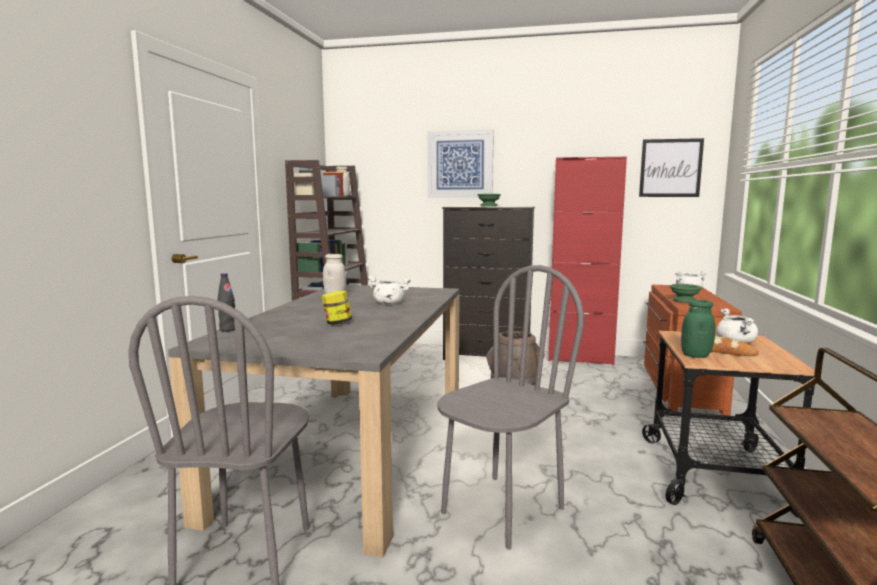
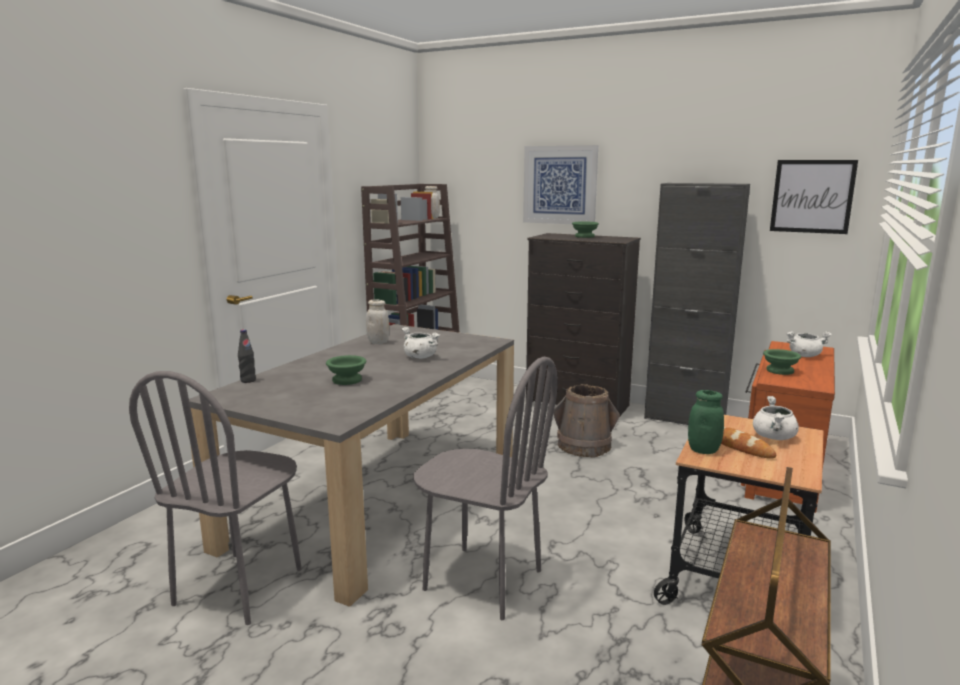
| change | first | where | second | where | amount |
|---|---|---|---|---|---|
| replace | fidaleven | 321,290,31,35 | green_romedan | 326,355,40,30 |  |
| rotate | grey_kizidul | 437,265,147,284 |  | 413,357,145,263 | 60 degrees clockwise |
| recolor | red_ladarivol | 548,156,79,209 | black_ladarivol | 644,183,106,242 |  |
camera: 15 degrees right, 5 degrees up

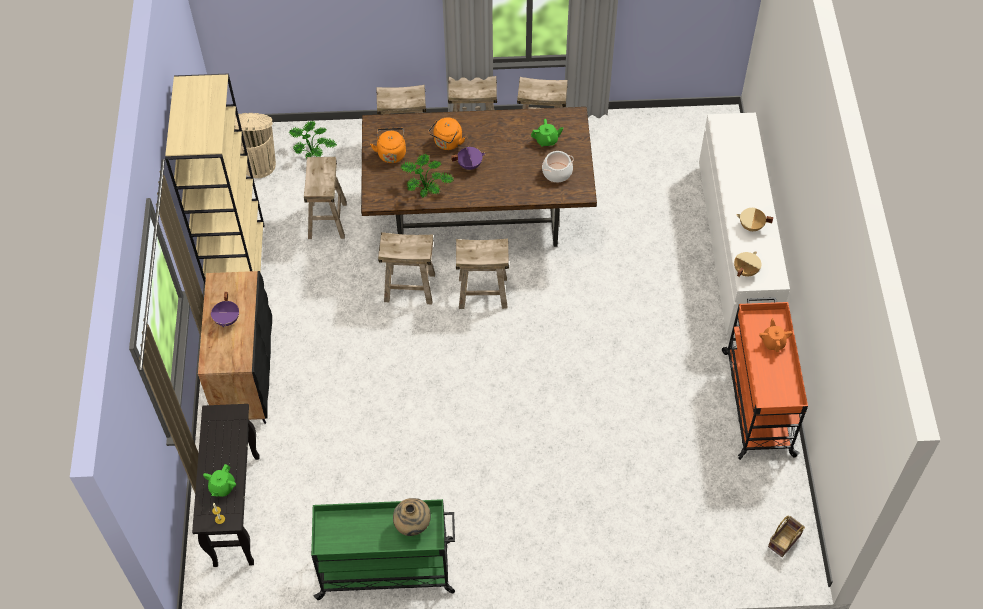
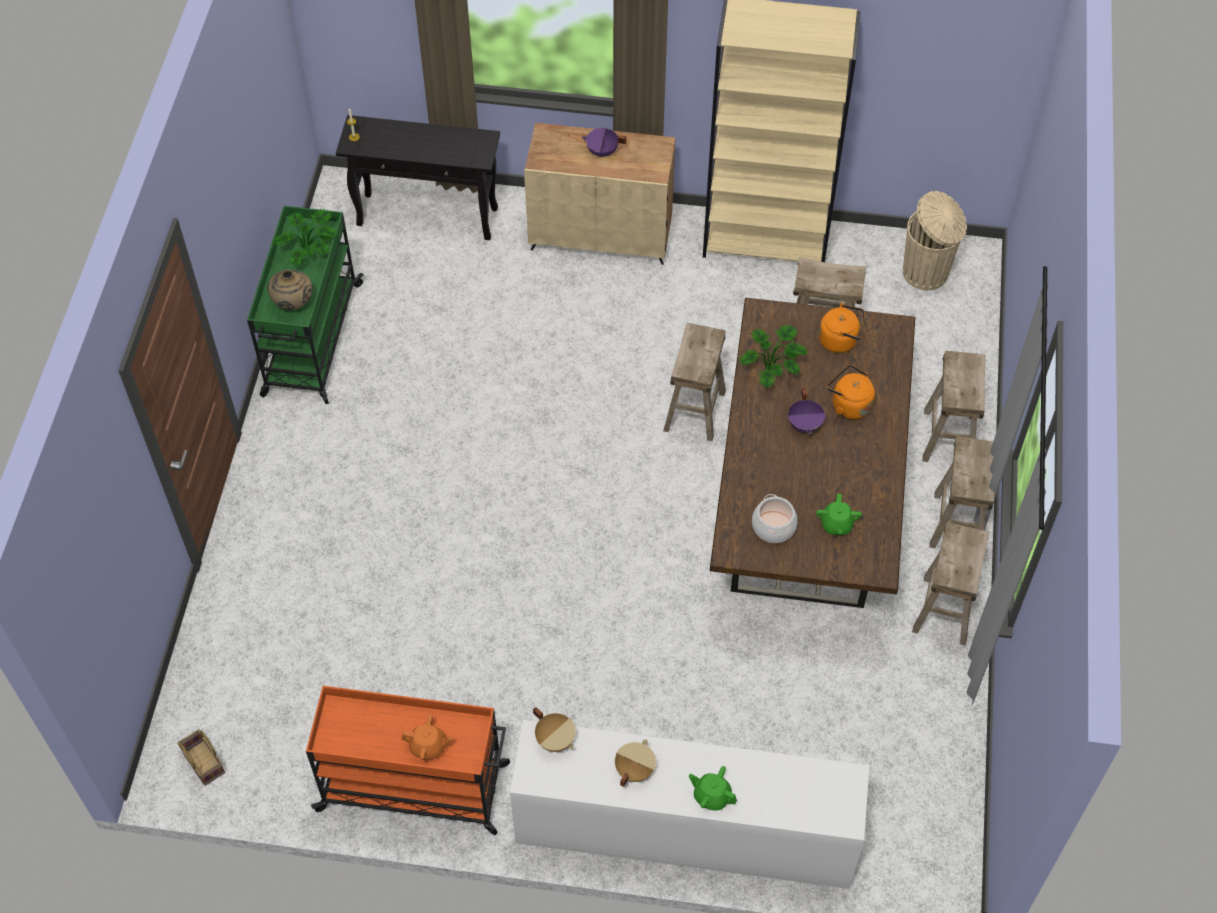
| change | first | where | second | where | amount |
|---|---|---|---|---|---|
| move | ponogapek | 289,121,48,38 |  | 273,208,64,59 |  |
| recolor | black_ladarivol | 198,271,74,153 | beige_ladarivol | 524,123,151,142 |  |
| move | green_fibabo | 203,464,33,33 |  | 689,766,48,45 |  |
| delete | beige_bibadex | 456,239,53,70 |  |  |  |
camera: 100 degrees right, 0 degrees up

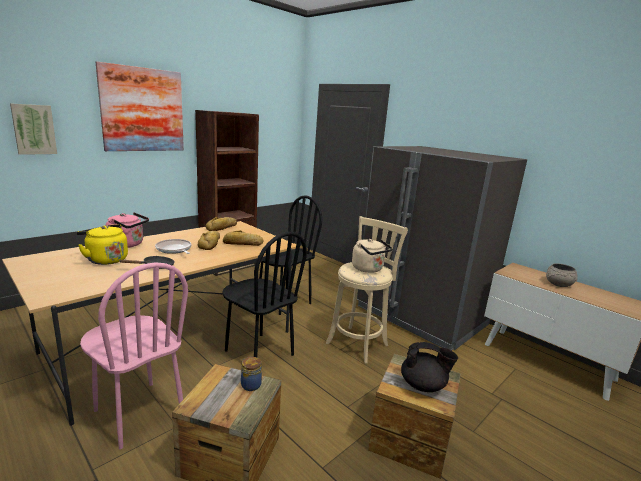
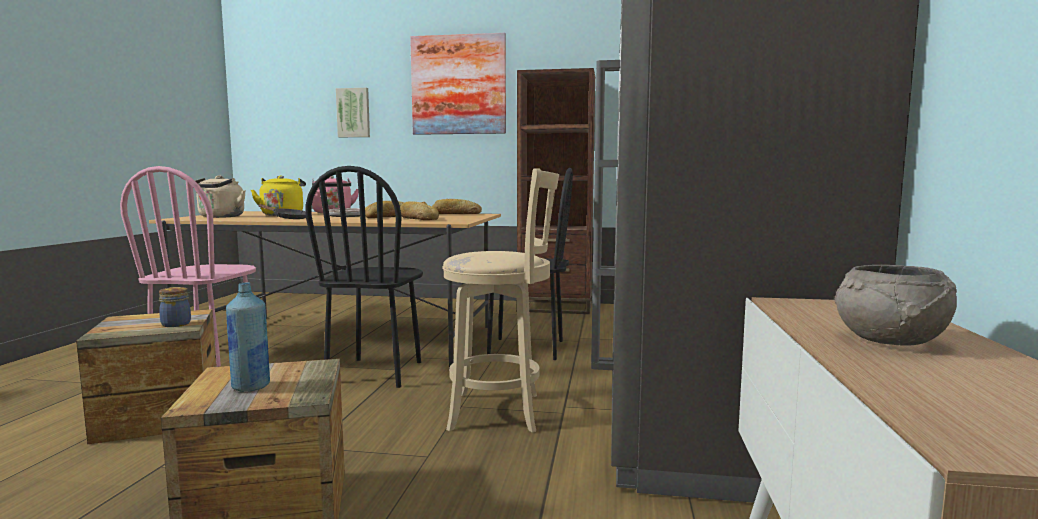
| change | first | where | second | where | amount |
|---|---|---|---|---|---|
| move | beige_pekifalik | 352,239,41,34 |  | 195,175,51,43 |  |
| replace | black_fibabo | 401,342,57,50 | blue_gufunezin | 226,282,44,110 |  |
camera: 55 degrees right, 10 degrees down

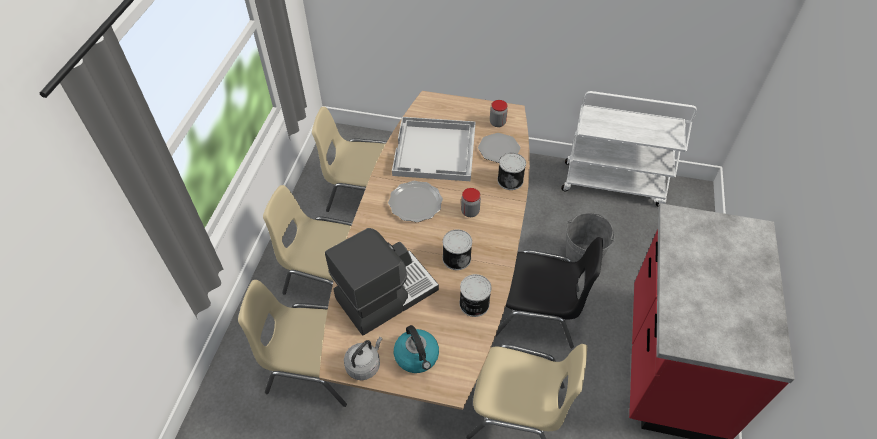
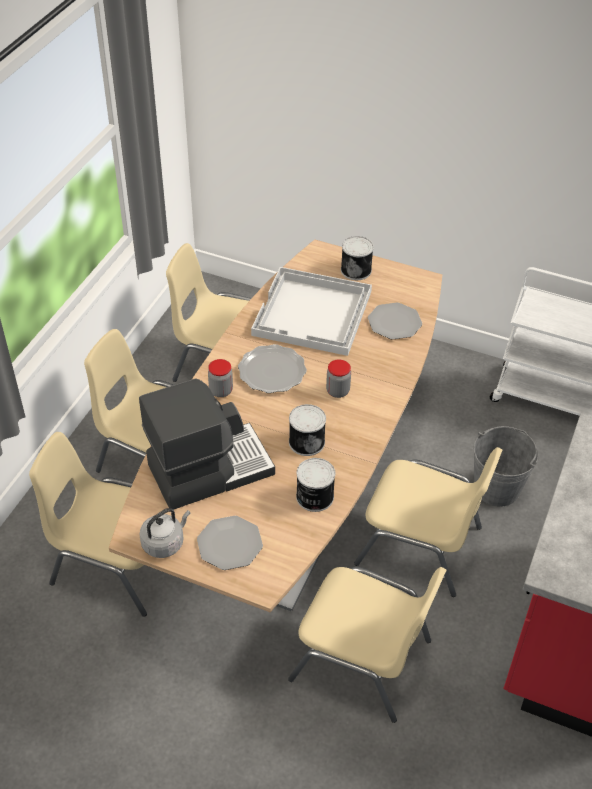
| change | first | where | second | where | amount |
|---|---|---|---|---|---|
| replace | pekifalik | 394,325,45,48 | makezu | 197,516,66,54 |  |
| move | fidaleven | 490,100,18,27 |  | 208,359,25,38 |  |
| move | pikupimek | 497,153,29,37 |  | 341,236,33,44 |  |
| recolor | black_kizidul | 496,237,107,111 | beige_kizidul | 354,447,148,150 |  |
camera: 10 degrees right, 5 degrees down

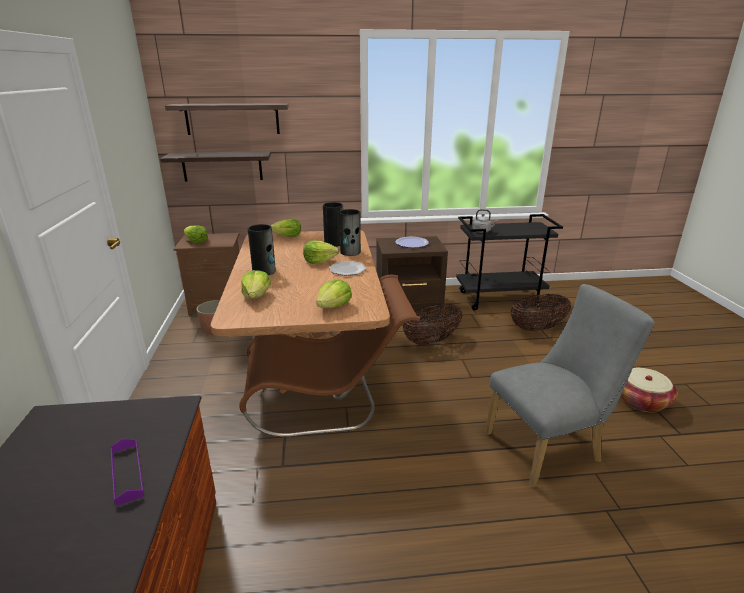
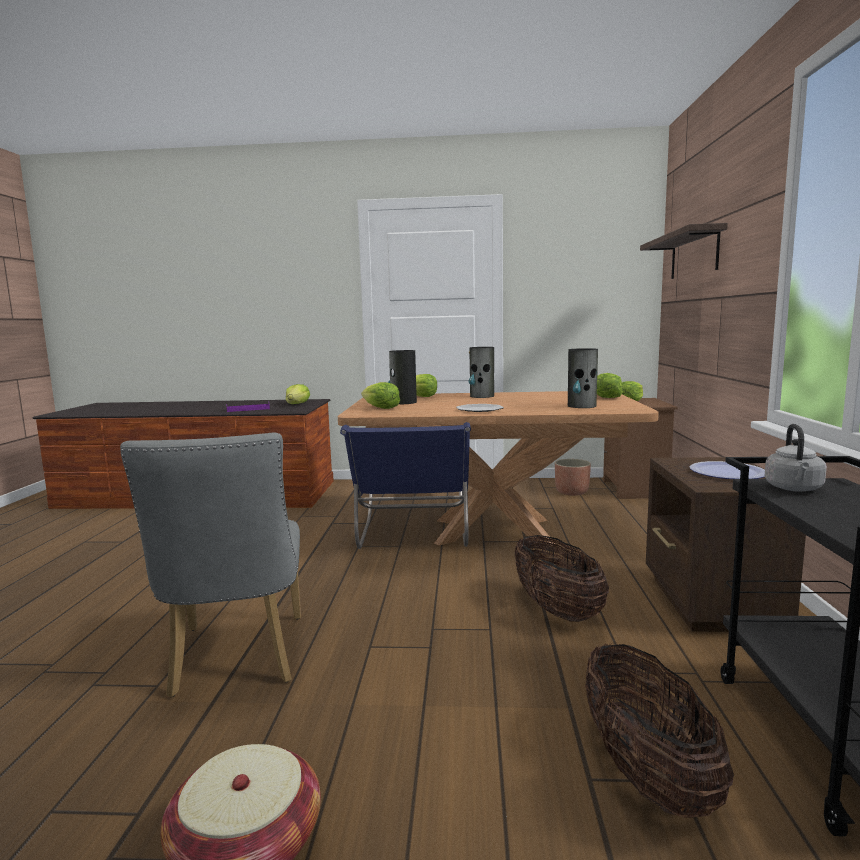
| change | first | where | second | where | amount |
|---|---|---|---|---|---|
| move | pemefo | 303,240,36,24 |  | 286,384,24,20 |  |
| recolor | brown_kizidul | 240,275,180,162 | blue_kizidul | 340,422,131,127 |  |
| move | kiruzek | 339,209,22,47 |  | 388,350,29,54 |  |
| delete | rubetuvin | 160,151,111,31 |  |  |  |
camera: 100 degrees right, 15 degrees down

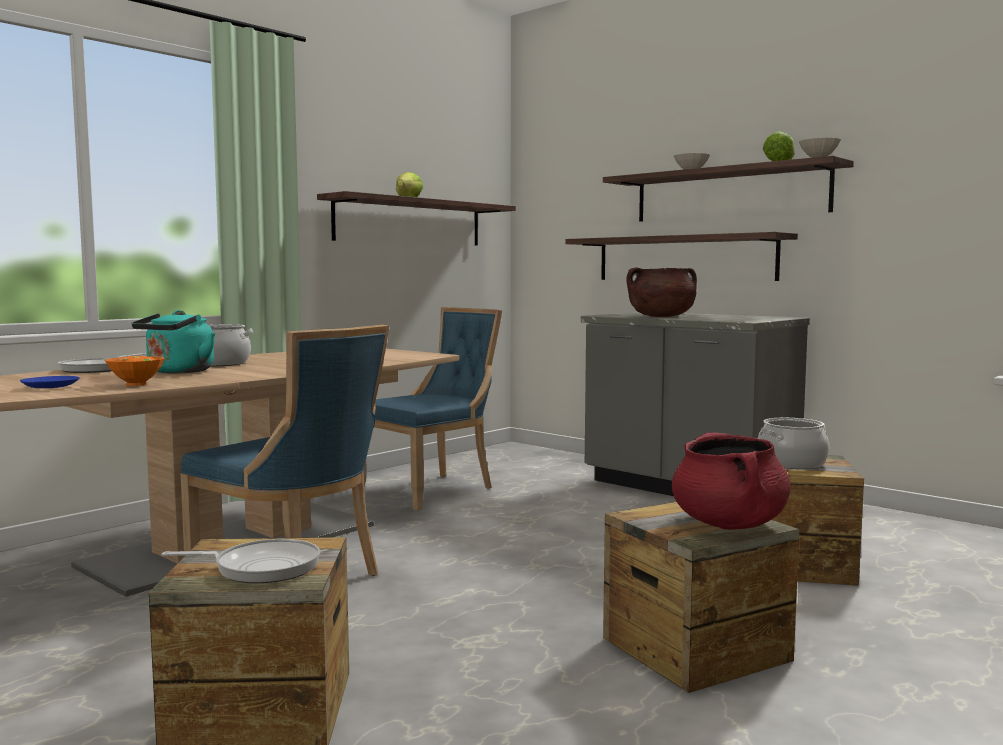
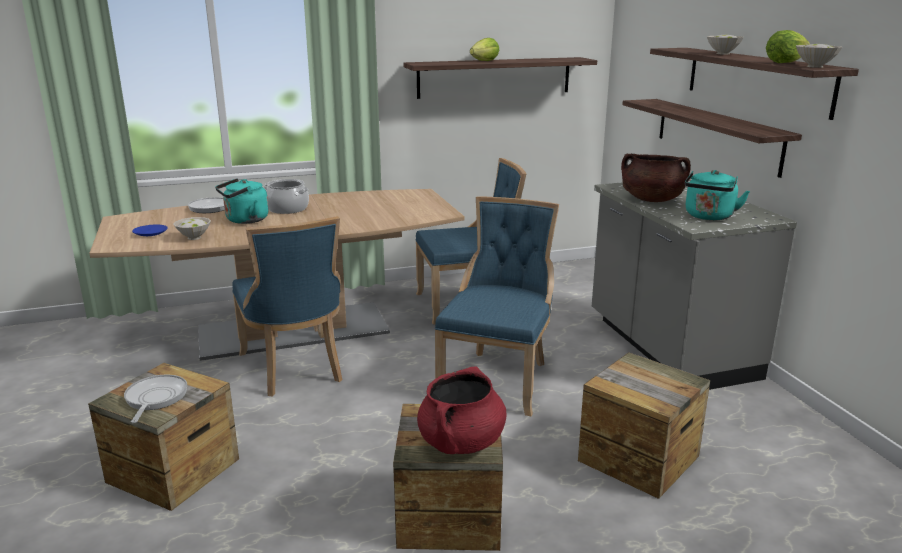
| change | first | where | second | where | amount |
|---|---|---|---|---|---|
| rotate | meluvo | 162,539,158,44 |  | 124,375,63,48 | 120 degrees counterclockwise |
| recolor | orange_romedan | 105,356,60,30 | white_romedan | 173,217,38,23 |  |
| insert |  |  | blue_kizidul | 435,196,124,220 |  |
| insert |  |  | turquoise_pekifalik | 685,170,65,50 |  |
| delete | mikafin | 758,418,71,51 |  |  |  |
camera: 30 degrees right, 15 degrees up

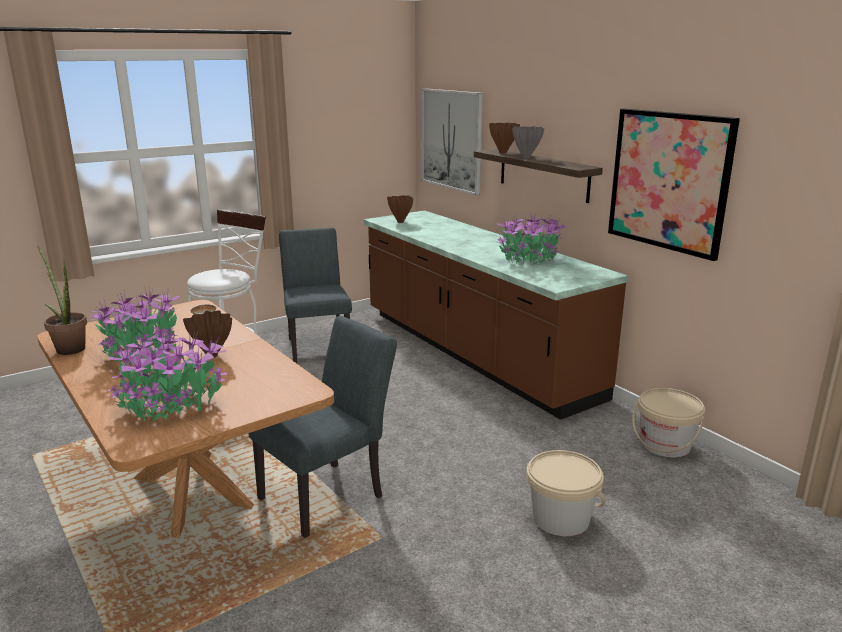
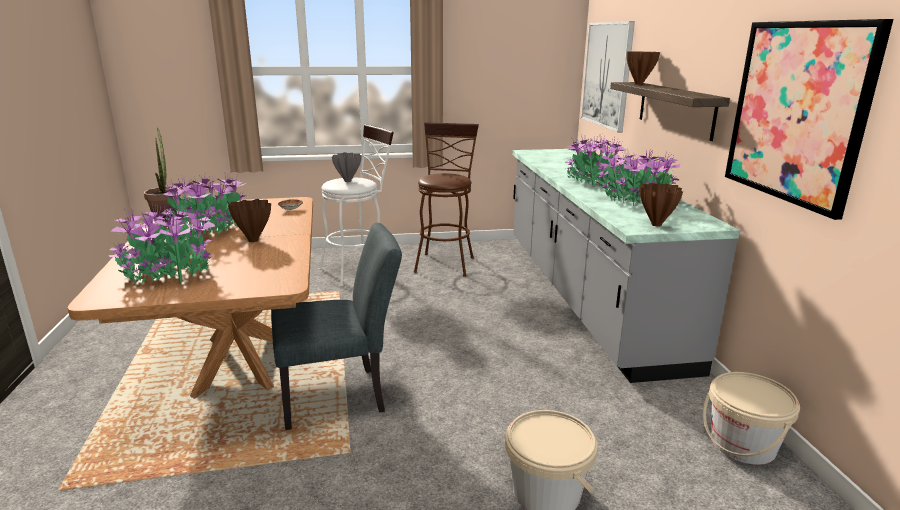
| change | first | where | second | where | amount |
|---|---|---|---|---|---|
| move | grey_kiruzek | 512,126,32,33 |  | 332,152,30,30 |  |
| replace | grey_kizidul | 279,228,73,135 | brown_bibadex | 414,122,65,155 |  |
| recolor | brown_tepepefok | 364,210,264,210 | grey_tepepefok | 513,149,227,234 |  |
| insert |  |  | ponogapek | 565,134,61,53 |  |
| move | brown_kiruzek | 387,195,26,28 |  | 640,183,43,44 |  |
camera: 25 degrees right, 0 degrees up

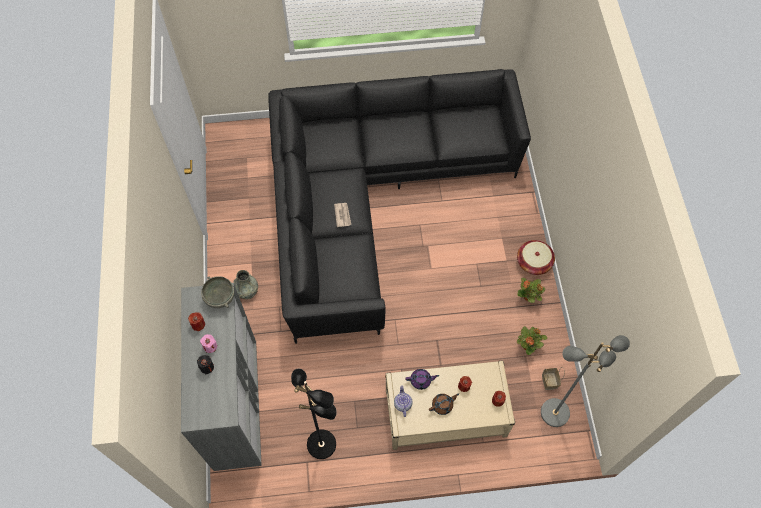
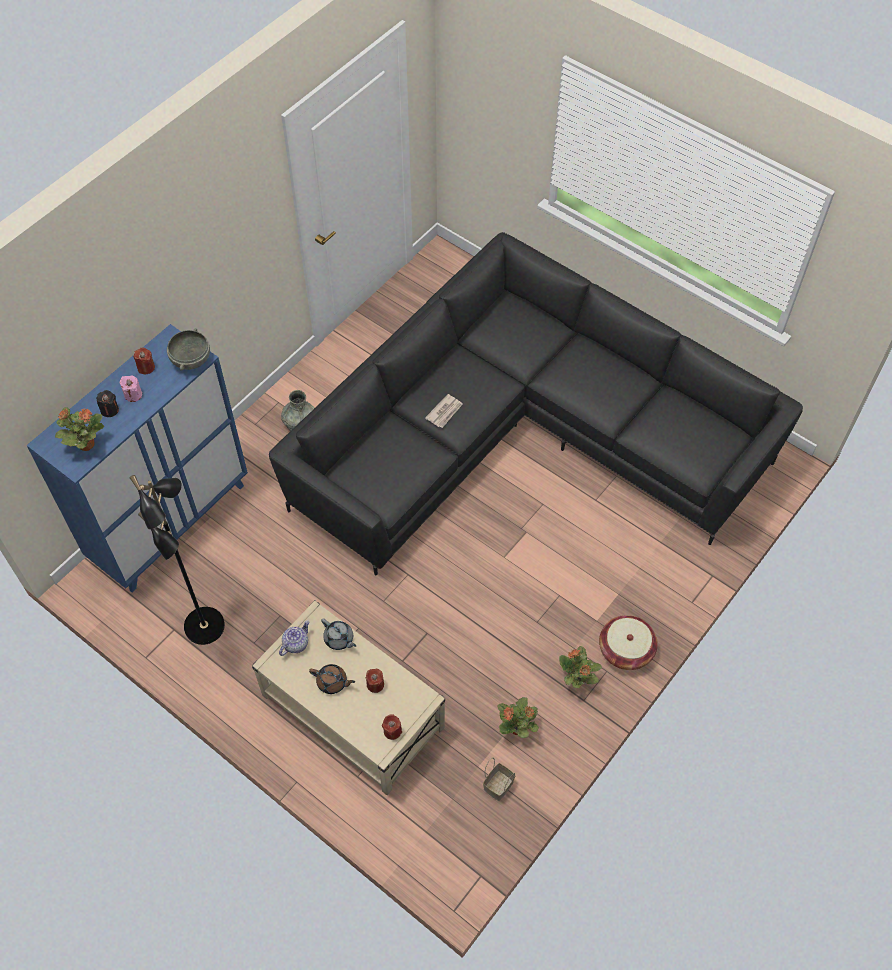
| change | first | where | second | where | amount |
|---|---|---|---|---|---|
| recolor | grey_ladarivol | 181,283,81,188 | blue_ladarivol | 27,324,221,269 |  |
| insert |  |  | ponogapek | 55,407,49,44 |  |
| recolor | purple_fibabo | 405,369,34,21 | grey_fibabo | 321,618,35,32 |  |
| delete | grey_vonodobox | 541,335,89,92 |  |  |  |
camera: 45 degrees right, 5 degrees down

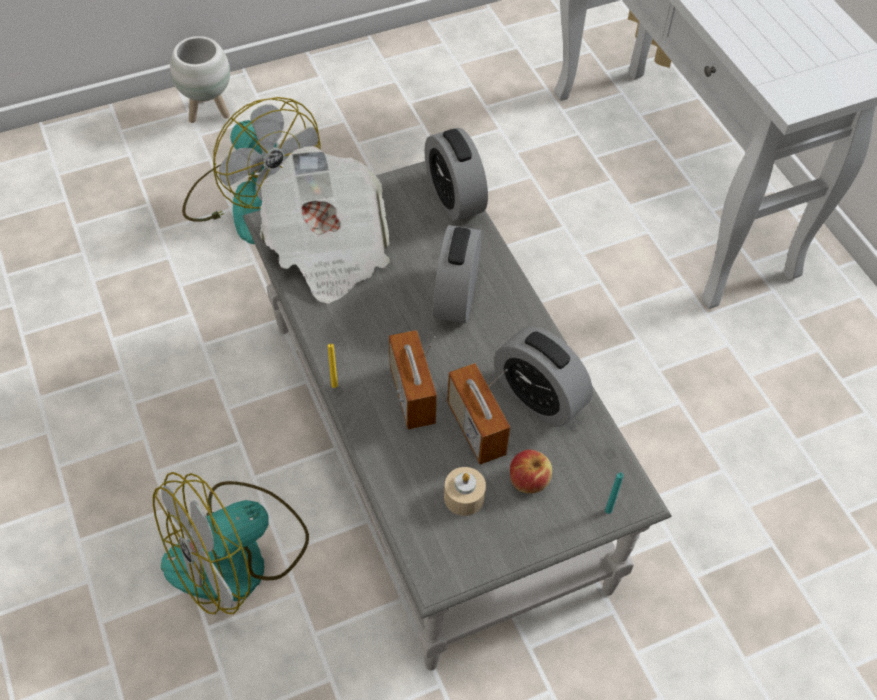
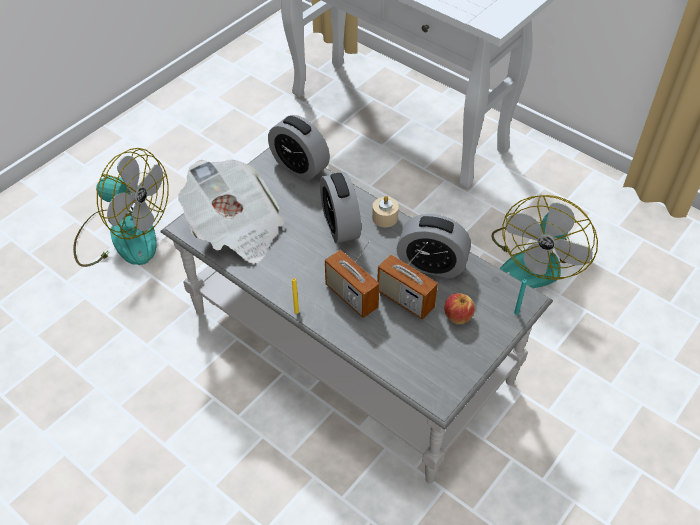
| change | first | where | second | where | amount |
|---|---|---|---|---|---|
| move | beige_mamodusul | 444,467,42,49 |  | 372,196,27,31 |  |
| move | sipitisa | 153,472,156,142 |  | 492,195,106,93 |  |
| delete | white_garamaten | 170,36,60,87 |  |  |  |
camera: 25 degrees left, 5 degrees down

